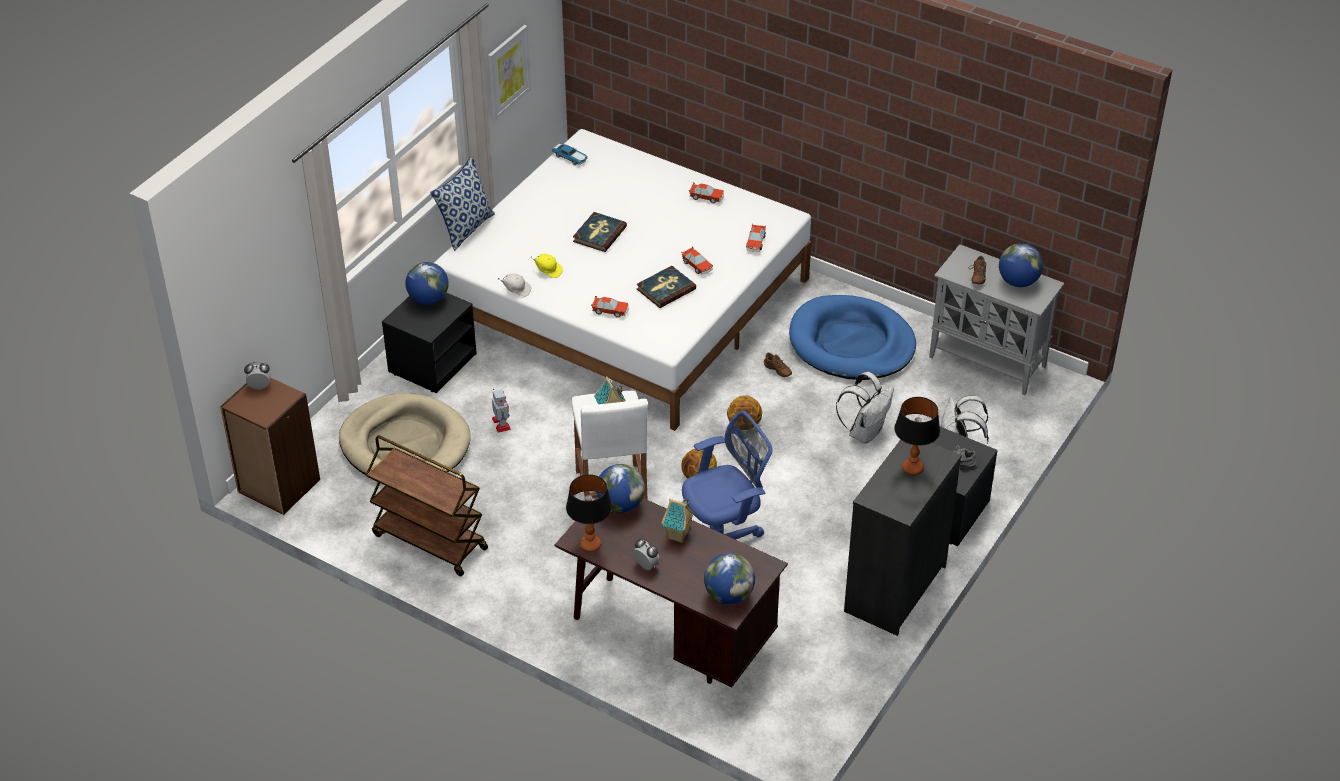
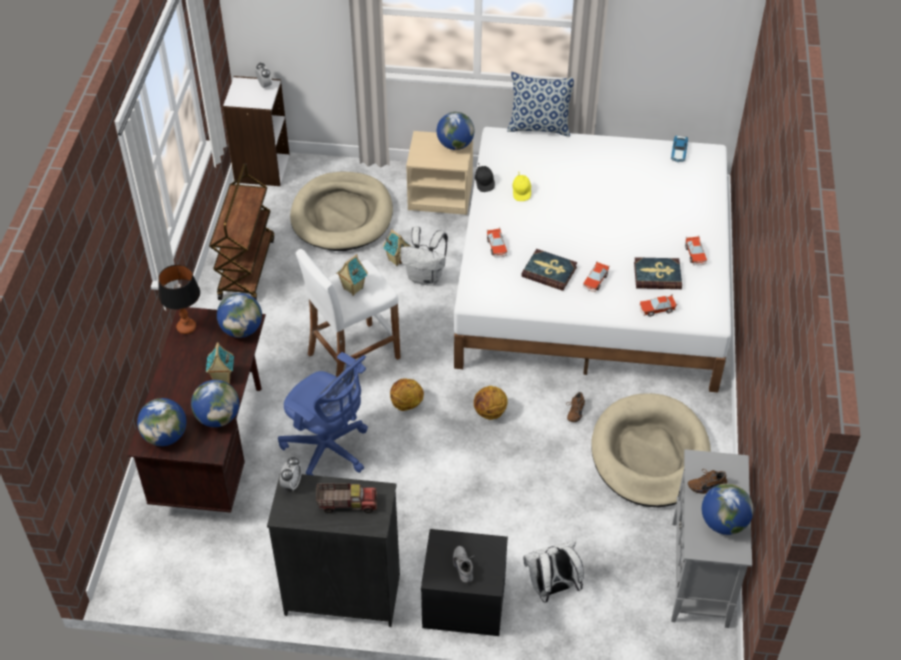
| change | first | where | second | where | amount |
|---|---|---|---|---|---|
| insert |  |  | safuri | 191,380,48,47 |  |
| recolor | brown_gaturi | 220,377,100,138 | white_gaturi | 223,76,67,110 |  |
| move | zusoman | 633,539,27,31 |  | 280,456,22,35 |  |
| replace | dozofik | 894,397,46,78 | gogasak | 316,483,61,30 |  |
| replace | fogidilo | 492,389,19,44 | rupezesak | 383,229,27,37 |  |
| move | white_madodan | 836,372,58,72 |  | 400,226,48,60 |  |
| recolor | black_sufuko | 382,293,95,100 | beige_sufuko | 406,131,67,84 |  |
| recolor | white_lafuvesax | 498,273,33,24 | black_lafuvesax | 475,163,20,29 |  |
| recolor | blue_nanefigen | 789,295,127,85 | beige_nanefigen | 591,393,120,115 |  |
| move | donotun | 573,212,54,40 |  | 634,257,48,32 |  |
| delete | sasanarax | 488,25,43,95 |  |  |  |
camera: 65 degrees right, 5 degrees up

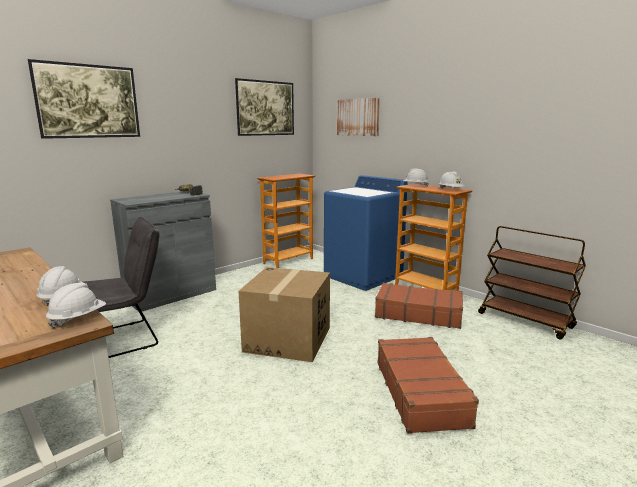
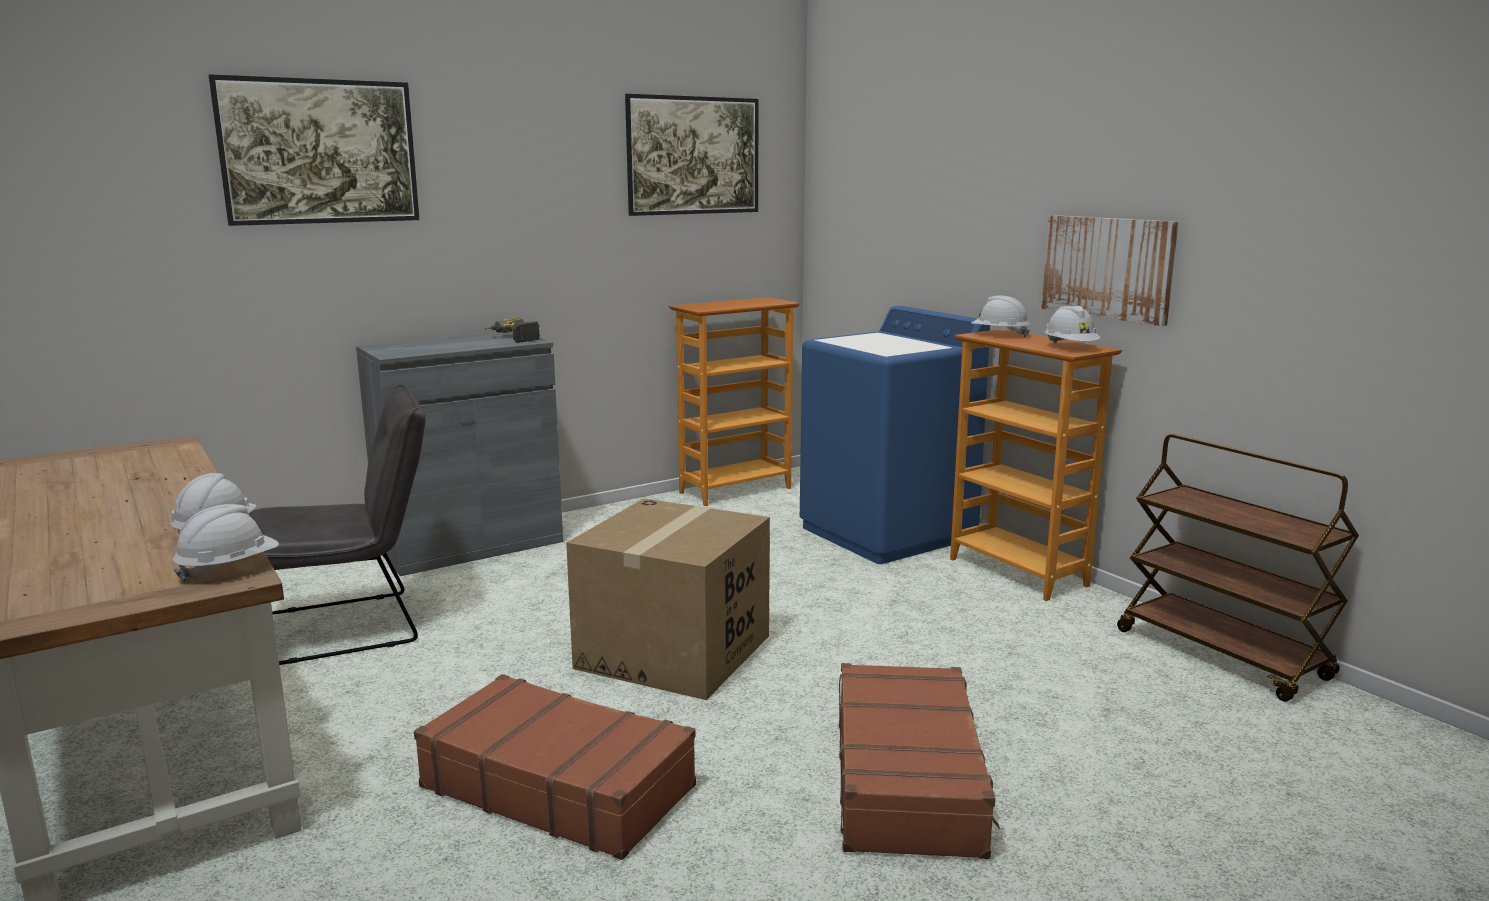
| change | first | where | second | where | amount |
|---|---|---|---|---|---|
| move | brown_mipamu | 375,283,88,46 |  | 414,674,282,186 |  |
| move | sasanarax | 337,98,43,38 |  | 1042,215,137,111 |  |
camera: 10 degrees right, 0 degrees up

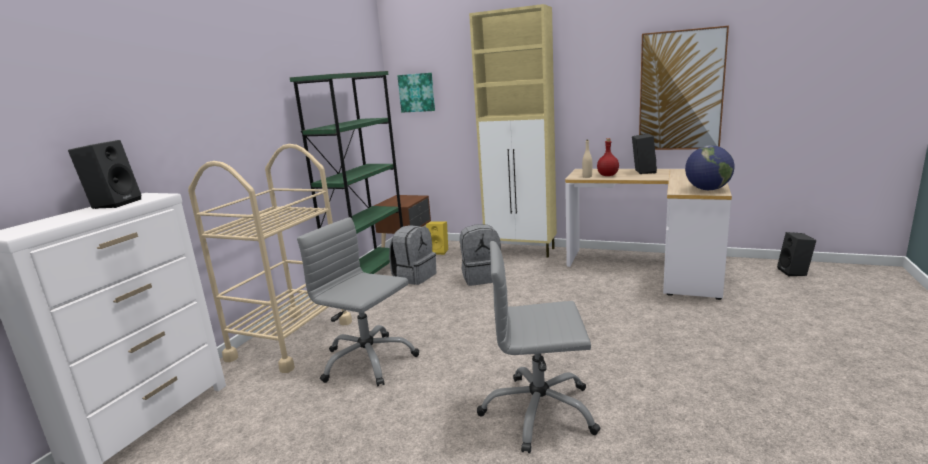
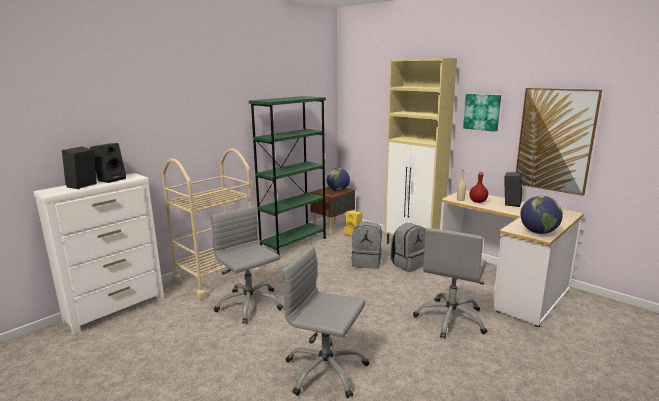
| change | first | where | second | where | amount |
|---|---|---|---|---|---|
| move | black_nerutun | 777,232,39,44 |  | 62,147,35,42 |  |
| insert |  |  | safuri | 327,168,23,23 |  |
| move | grey_madodan | 389,225,47,60 |  | 390,223,35,49 |  |
| insert |  |  | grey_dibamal | 413,228,74,111 |  |
| move | sasanarax | 397,73,38,40 |  | 463,94,38,38 |  |
camera: 20 degrees right, 0 degrees up

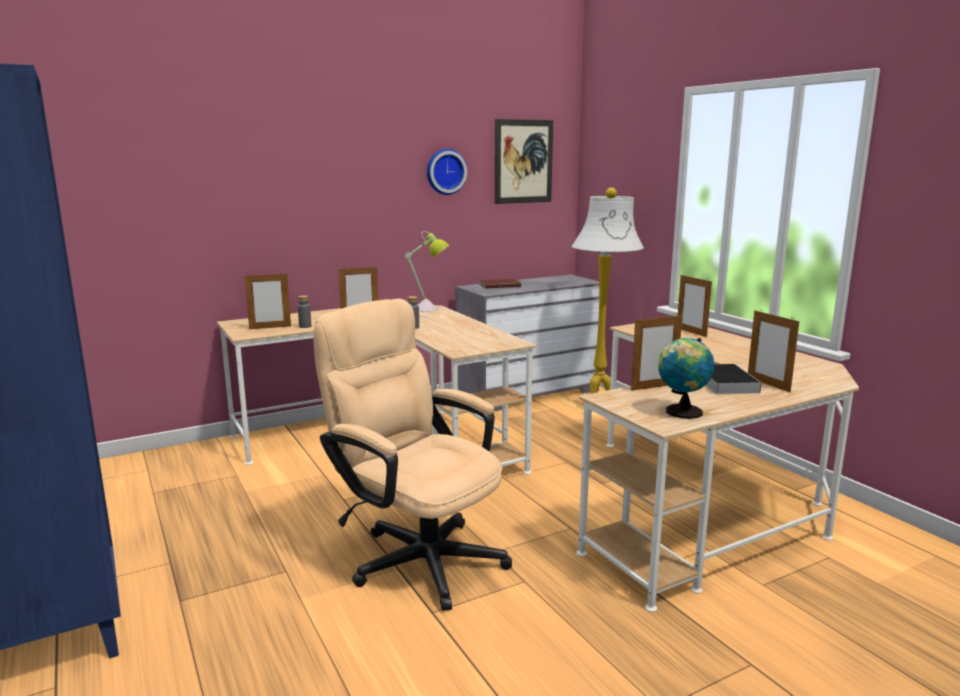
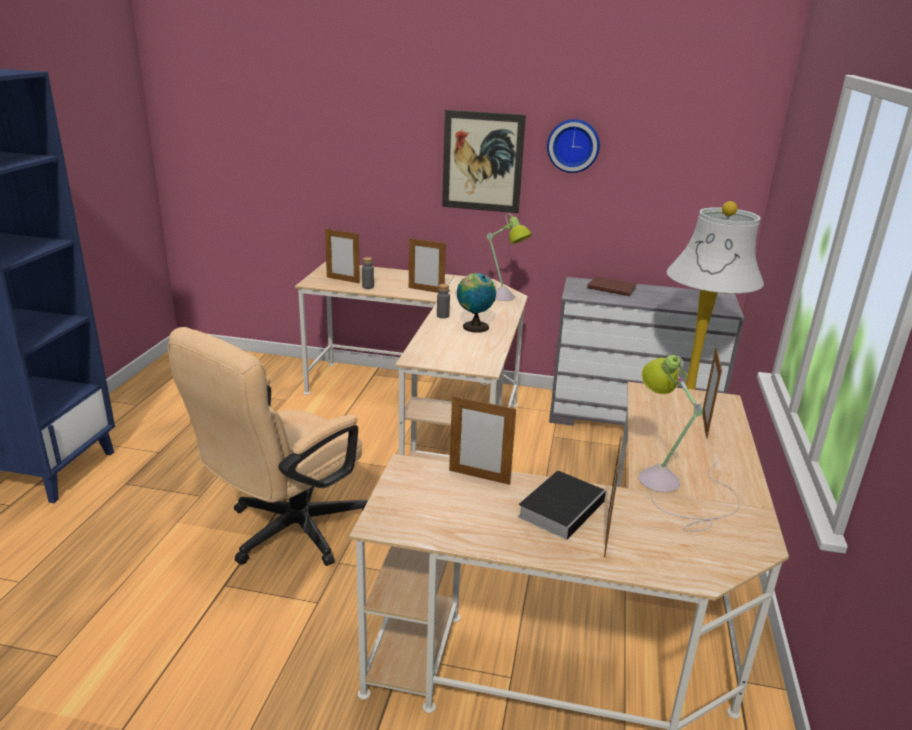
| change | first | where | second | where | amount |
|---|---|---|---|---|---|
| rotate | beige_dibamal | 313,299,199,312 |  | 168,327,200,239 | 135 degrees counterclockwise |
| move | sasanarax | 495,119,58,85 |  | 442,110,84,103 |  |
| move | safuri | 658,338,56,81 |  | 457,273,39,59 |  |
| insert |  |  | dozofik | 638,355,102,177 |  |
camera: 40 degrees right, 10 degrees up

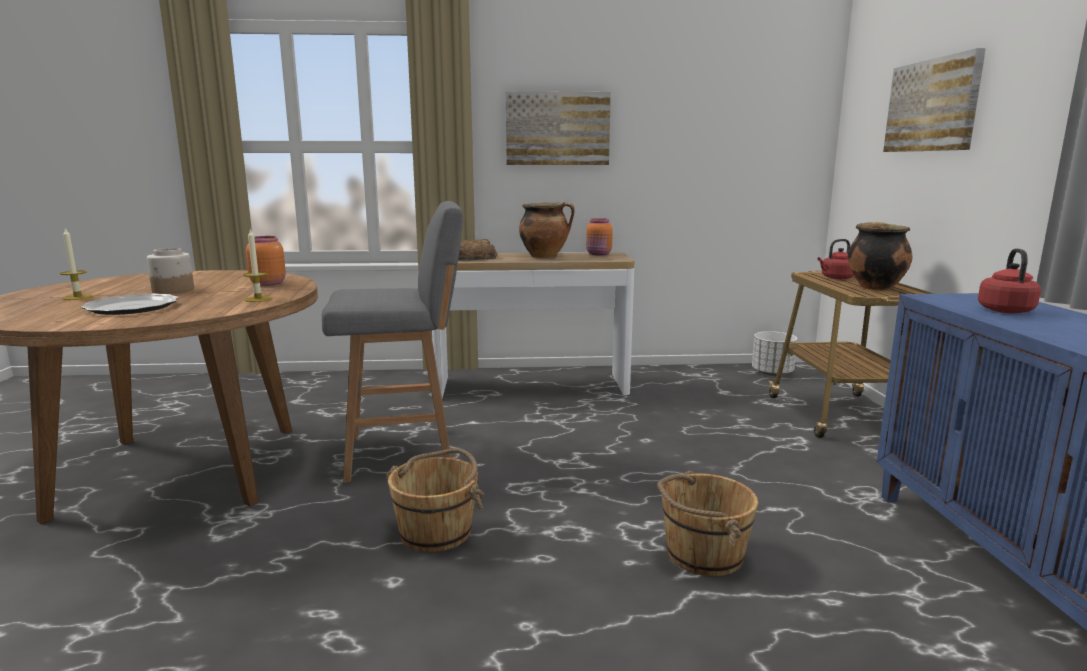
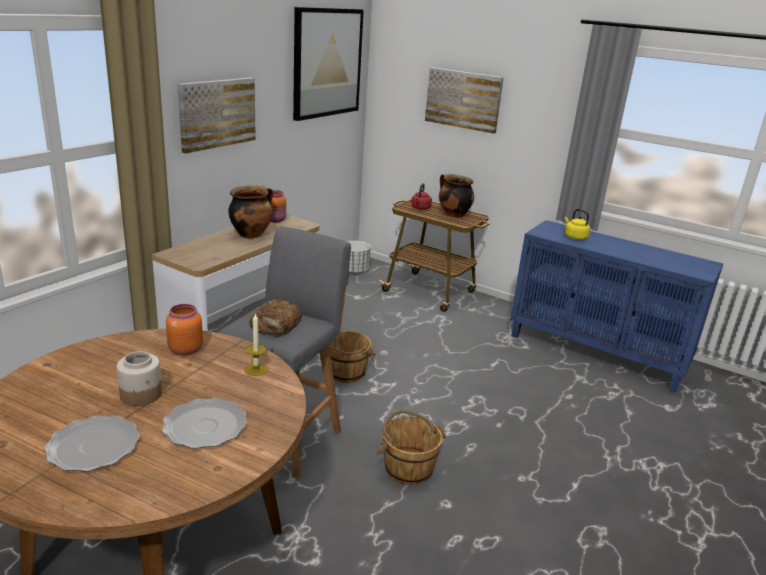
| change | first | where | second | where | amount |
|---|---|---|---|---|---|
| replace | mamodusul | 60,228,33,72 | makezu | 44,415,96,57 |  |
| move | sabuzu | 458,239,40,21 |  | 249,299,53,37 |  |
| insert |  |  | sasanarax | 293,7,71,114 |  |
| move | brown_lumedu | 657,471,101,105 |  | 329,331,47,52 |  |
| recolor | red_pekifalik | 978,249,63,64 | yellow_pekifalik | 565,209,25,31 |  |
camera: 55 degrees left, 10 degrees up

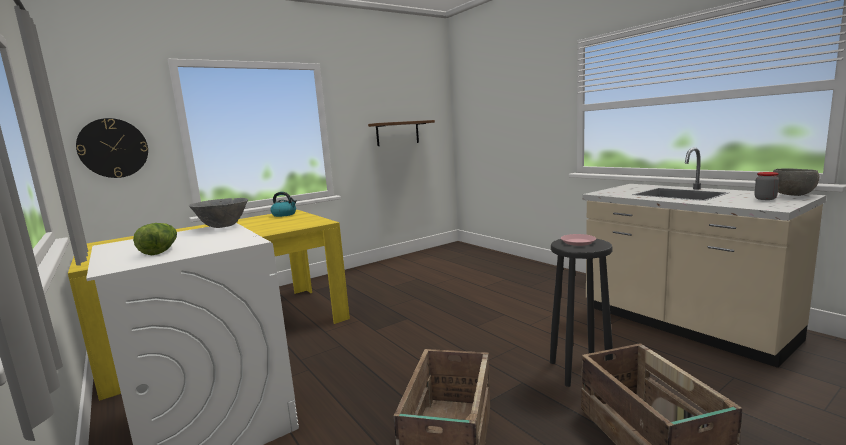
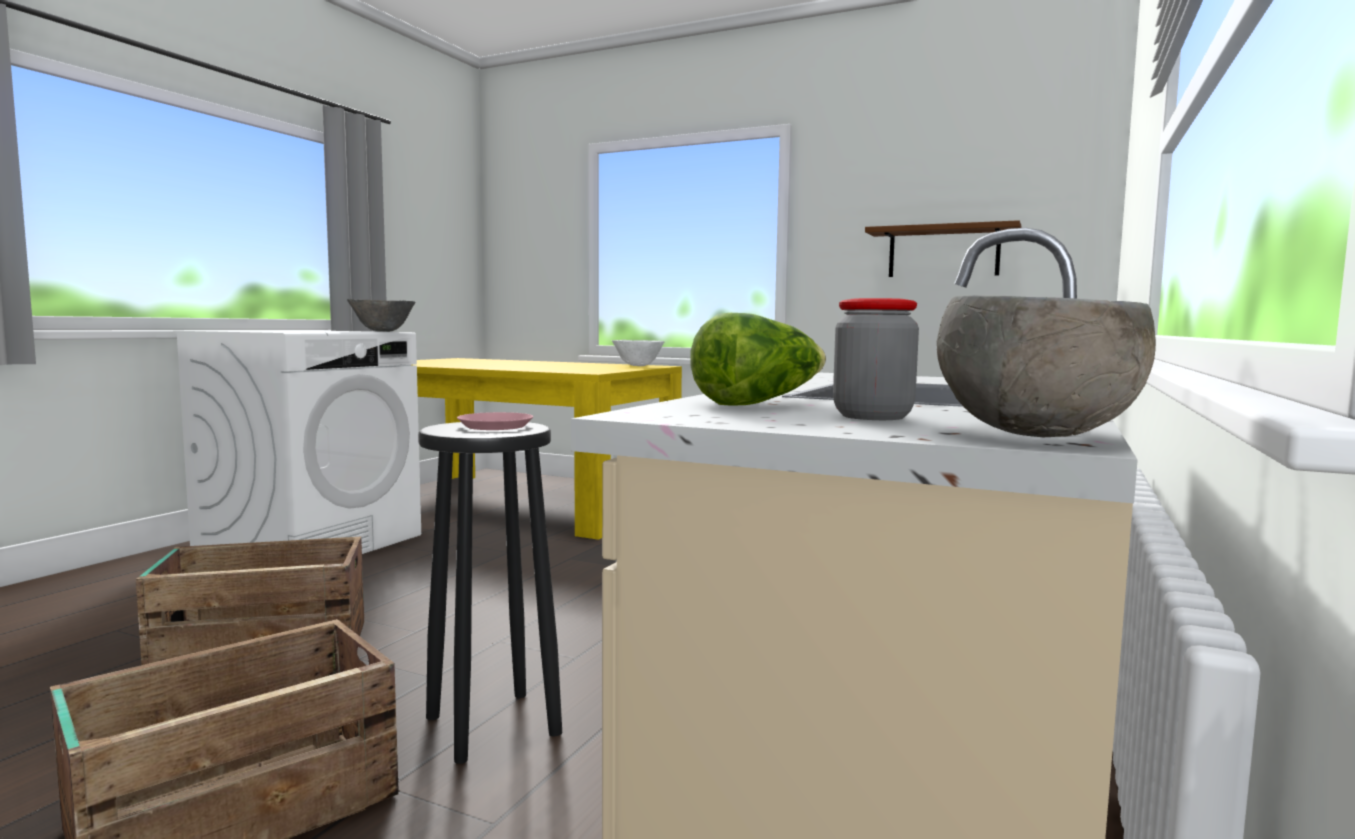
| change | first | where | second | where | amount |
|---|---|---|---|---|---|
| replace | pekifalik | 270,192,27,25 | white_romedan | 612,340,53,26 |  |
| move | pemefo | 133,223,44,32 |  | 690,313,136,93 |  |
| delete | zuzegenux | 76,118,72,60 |  |  |  |
camera: 60 degrees right, 5 degrees down

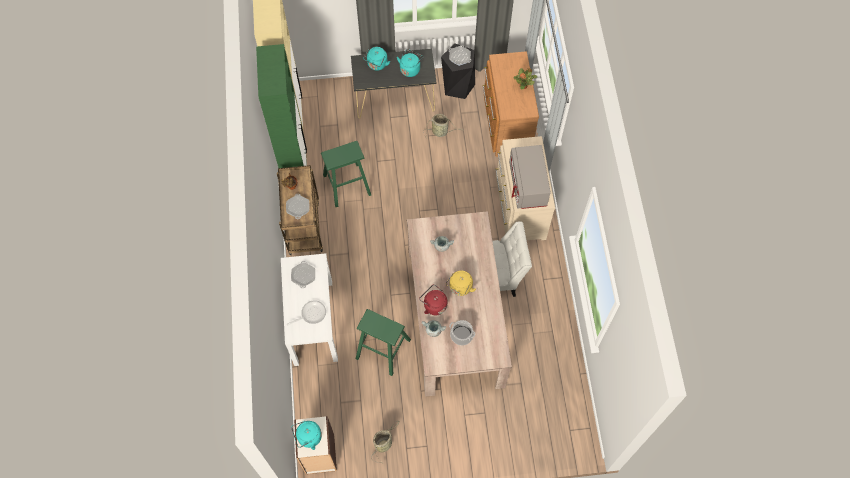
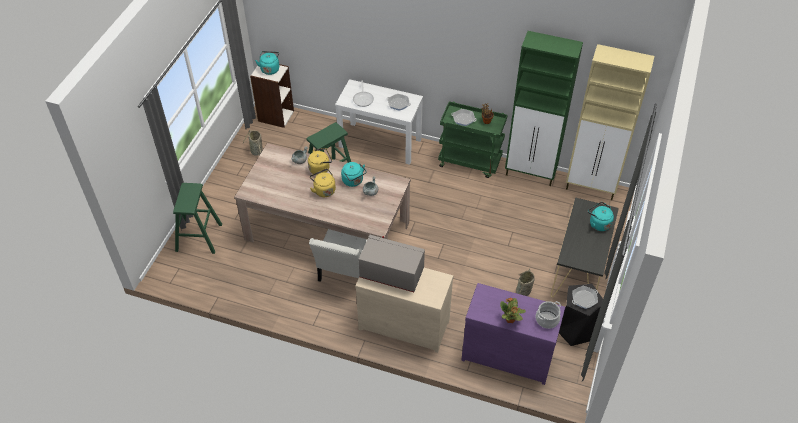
| change | first | where | second | where | amount |
|---|---|---|---|---|---|
| move | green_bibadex | 321,141,50,66 |  | 173,183,49,71 |  |
| recolor | red_pekifalik | 419,284,28,32 | yellow_pekifalik | 308,148,24,27 |  |
| move | turquoise_pekifalik | 397,49,26,28 |  | 341,162,26,25 |  |
| recolor | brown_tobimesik | 277,165,46,90 | green_tobimesik | 438,101,69,77 |  |
| recolor | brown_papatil | 483,51,56,106 | purple_papatil | 461,283,104,102 |  |
| move | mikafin | 449,320,26,26 |  | 536,301,25,28 |  |
camera: 115 degrees right, 15 degrees down

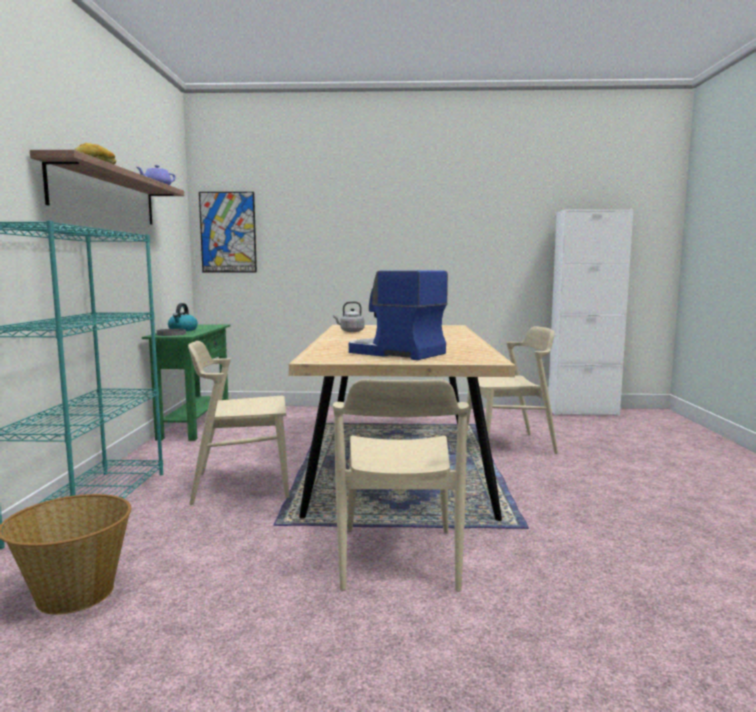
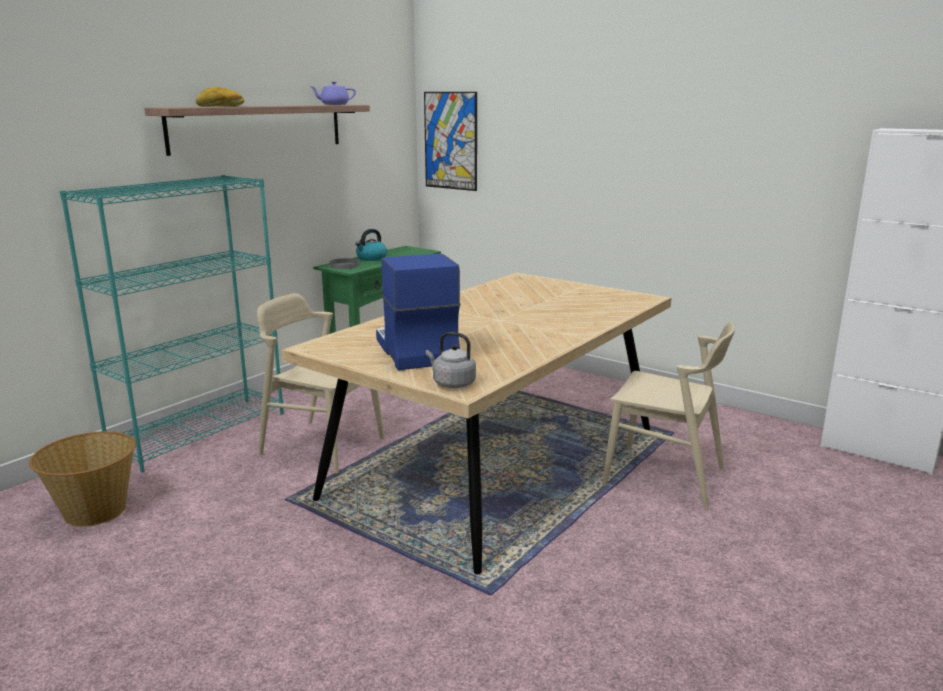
| change | first | where | second | where | amount |
|---|---|---|---|---|---|
| move | grey_pekifalik | 333,301,31,31 |  | 426,332,50,56 |  |
| delete | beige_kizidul | 333,379,136,213 |  |  |  |
camera: 35 degrees right, 10 degrees up

